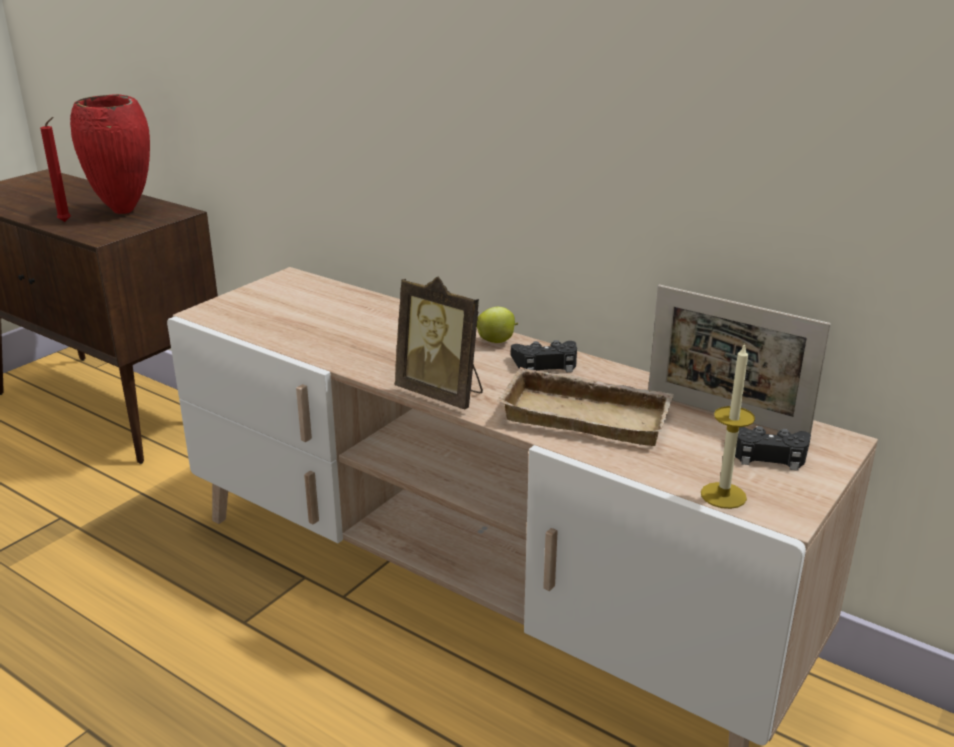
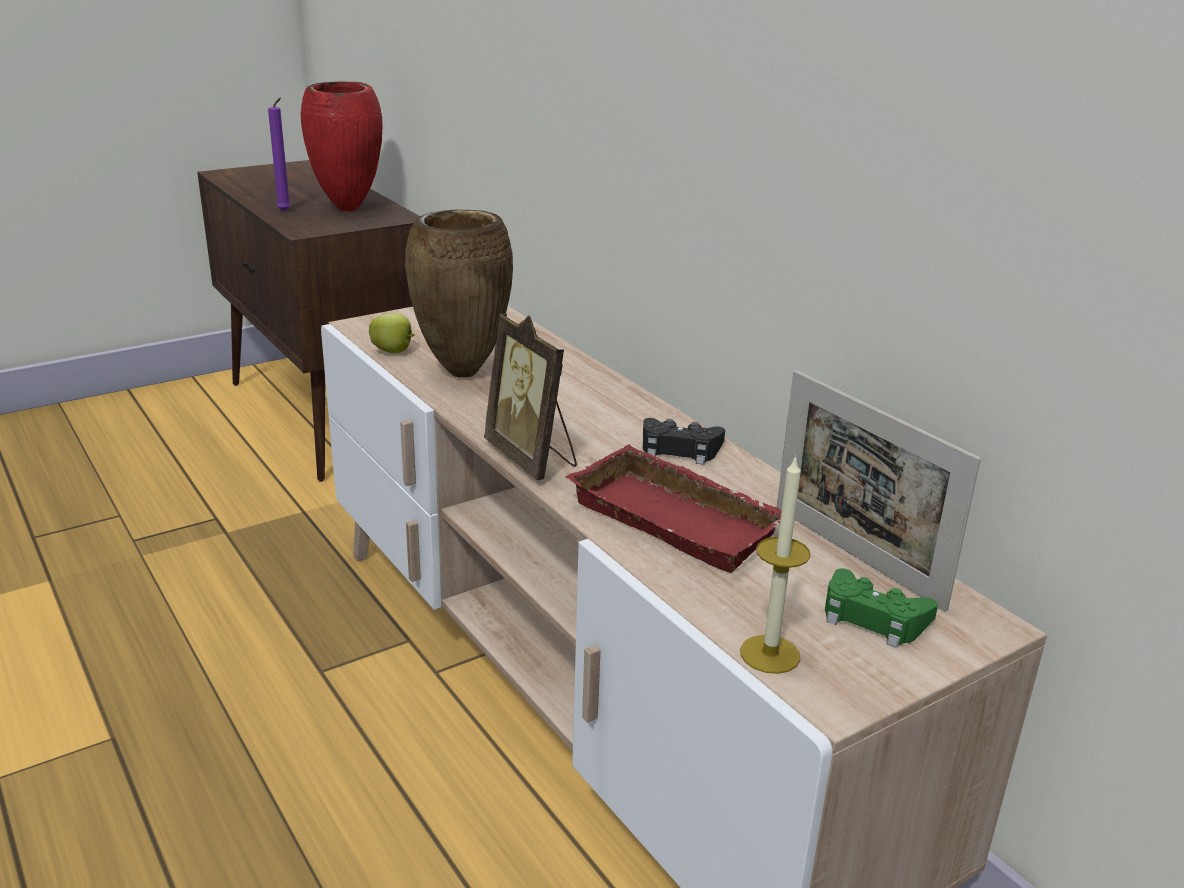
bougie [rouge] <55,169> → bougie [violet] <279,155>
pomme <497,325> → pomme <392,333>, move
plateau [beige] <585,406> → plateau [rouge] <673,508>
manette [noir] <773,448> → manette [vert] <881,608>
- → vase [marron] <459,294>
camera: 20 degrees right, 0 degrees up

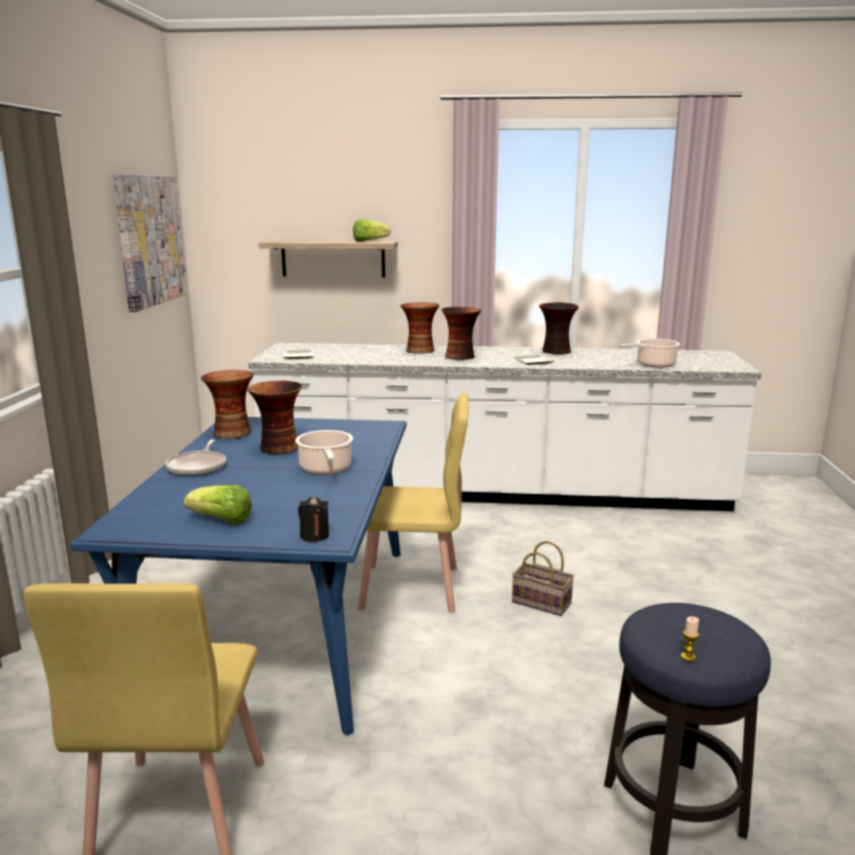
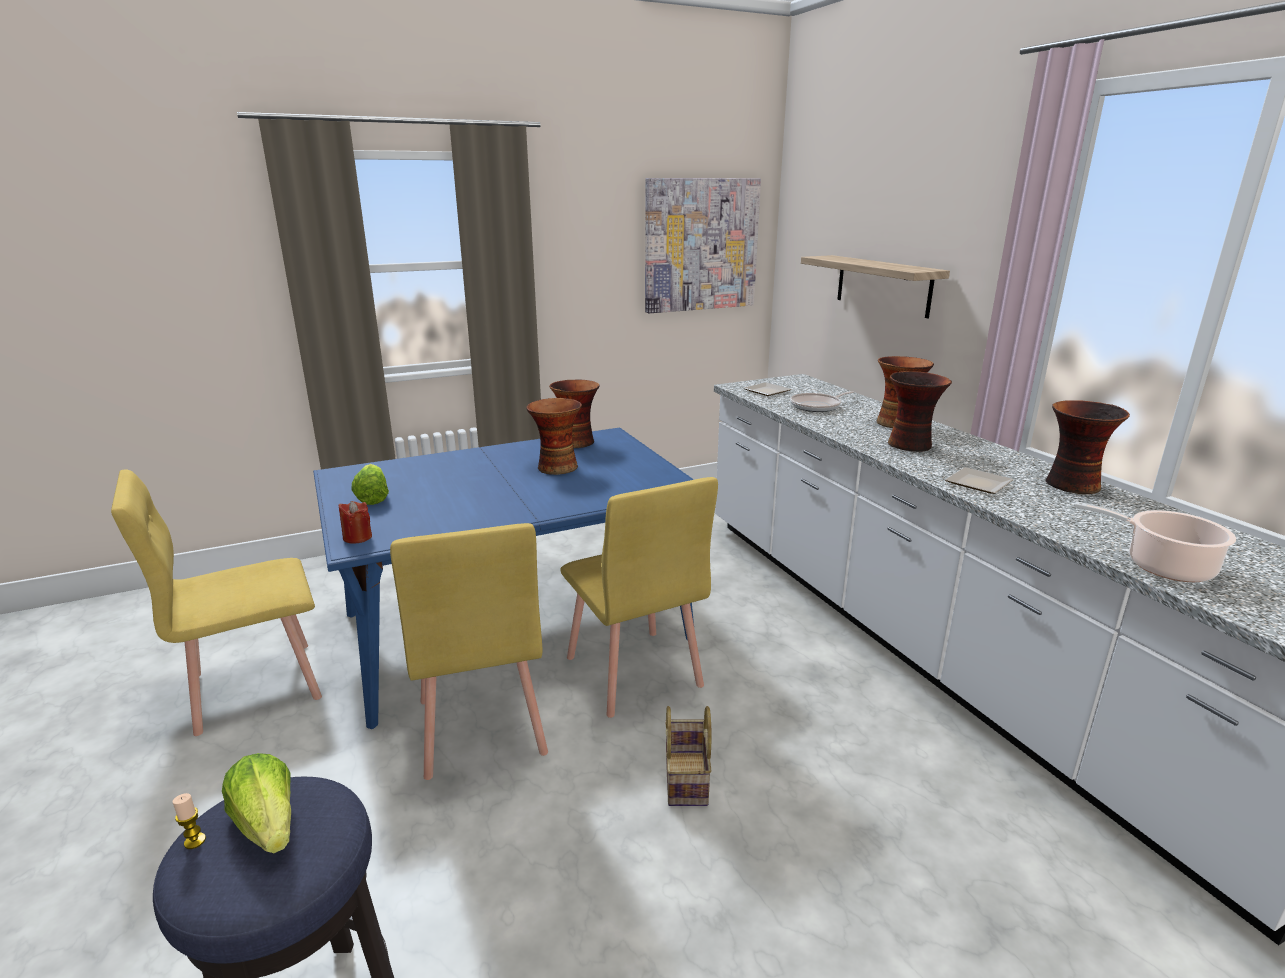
poêle <196,457> → poêle <822,401>, move
marmite <324,452> → -
bougie [noir] <313,519> → bougie [rouge] <355,522>
laitue <372,230> → laitue <256,803>, move
- → chaise [jaune] <469,651>
camera: 60 degrees right, 5 degrees up

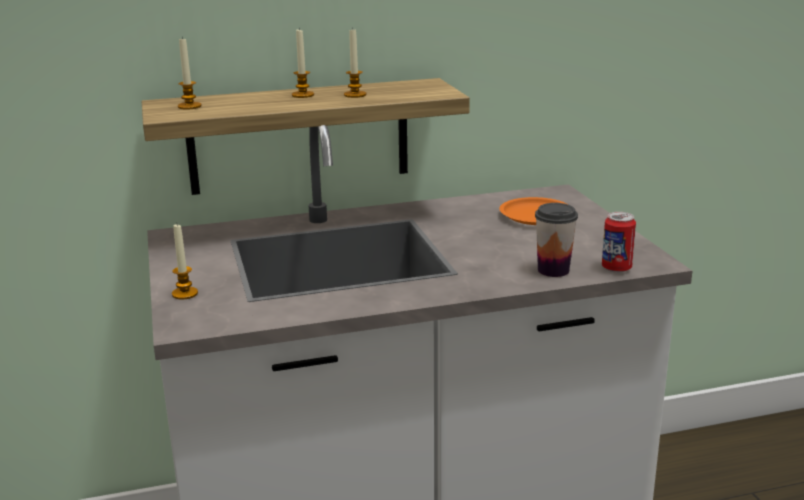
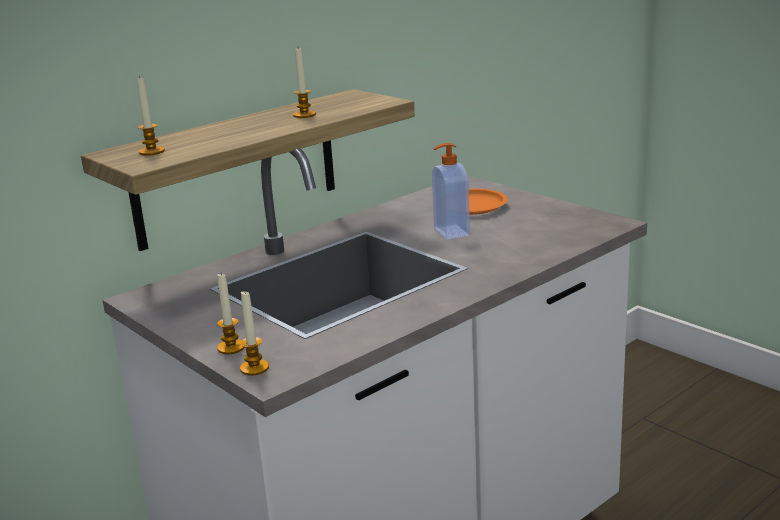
bougie <303,63> → bougie <254,333>, move
tasse <556,240> → -
boîte métallique <619,242> → -
- → distributeur de savon <451,191>
camera: 25 degrees left, 0 degrees up

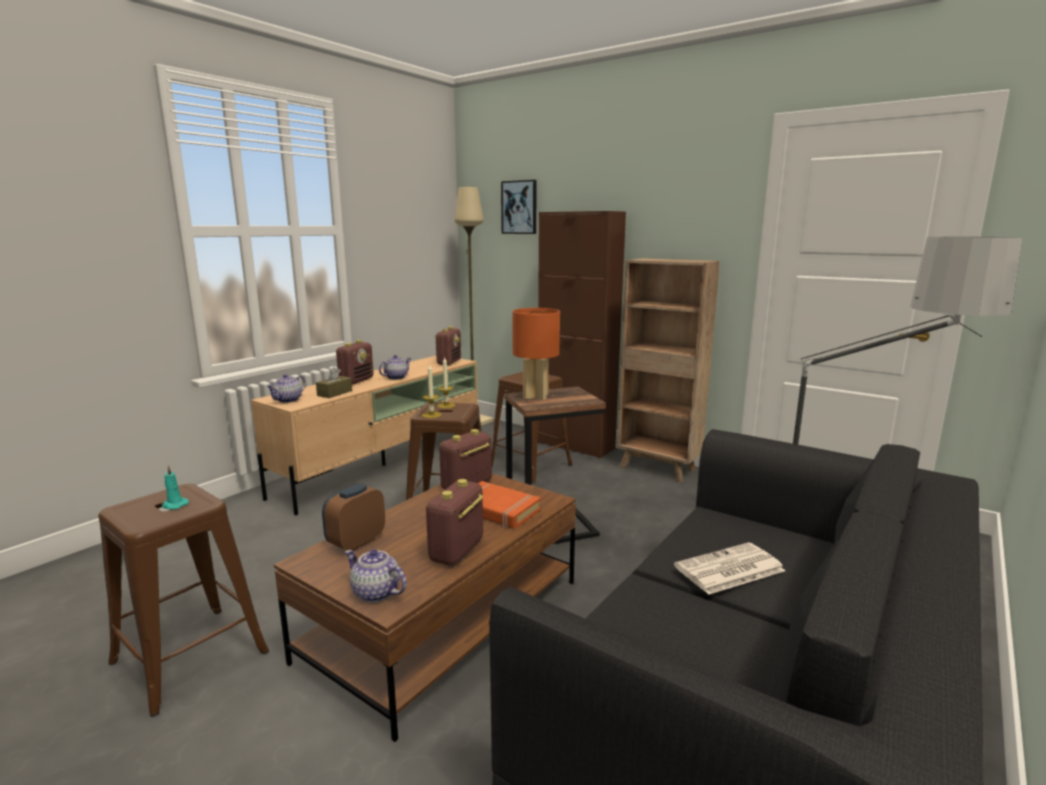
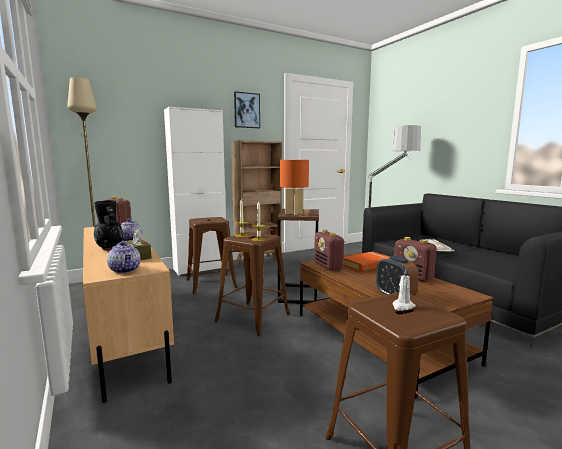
bougie [turquoise] <175,487> → bougie [blanc] <404,290>
radio <355,362> → vase [noir] <108,225>
théière <376,575> → -
tableau <519,207> → tableau <247,109>, move
meuble de rangement [marron] <582,334> → meuble de rangement [blanc] <195,191>
camera: 65 degrees left, 5 degrees down

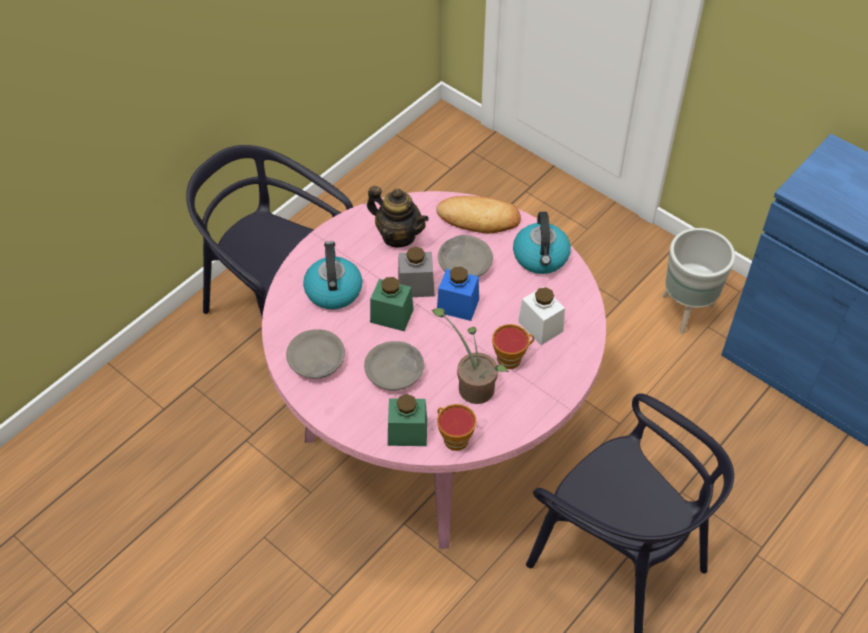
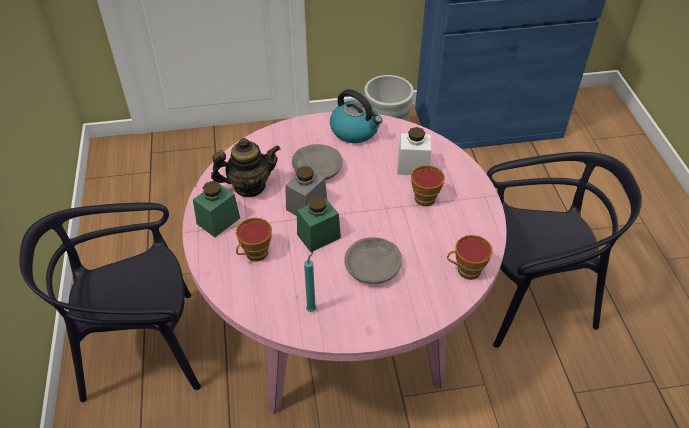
bol [gris] <315,354> → bougie [turquoise] <310,281>
bouilloire <332,275> → tasse <254,240>
bocal [vert] <407,420> → bocal [vert] <216,209>, move
plante en pot <470,356> → -
pain <478,214> → -
bocal [bleu] <458,294> → -
camera: 50 degrees left, 5 degrees down

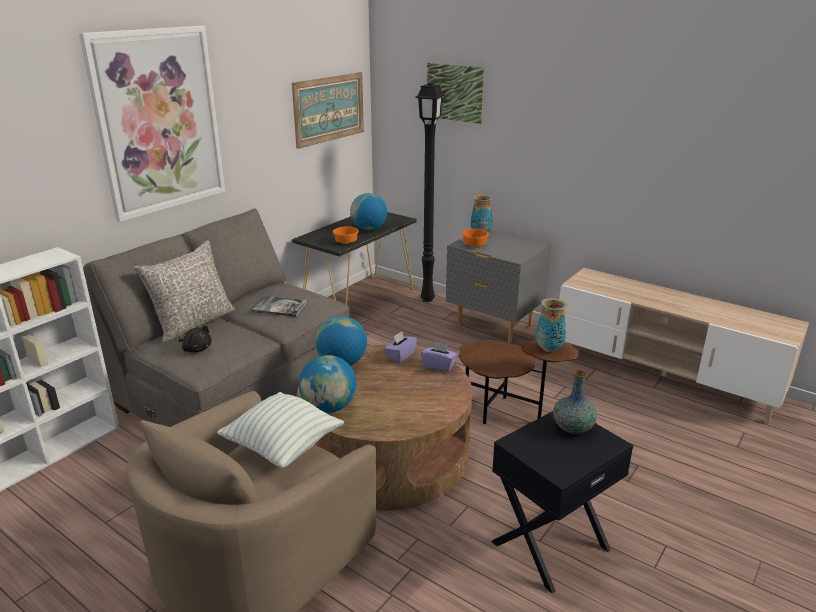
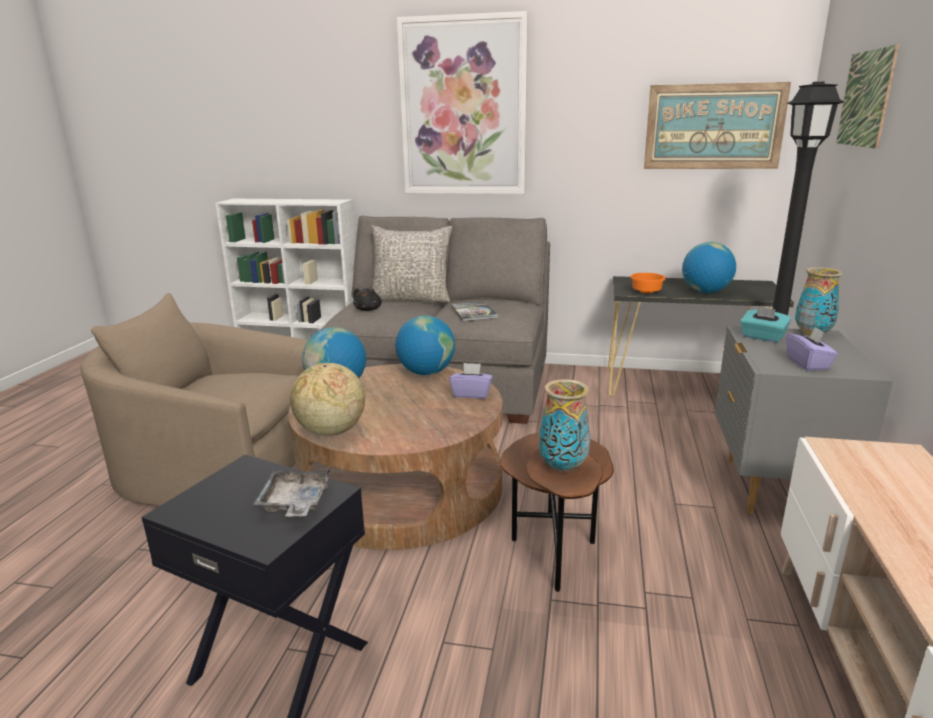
coussin <280,430> → -
boîte à mouchoirs [violet] <439,356> → boîte à mouchoirs [violet] <812,348>, move
bol [orange] <475,238> → boîte à mouchoirs [turquoise] <766,324>
vase <575,402> → plateau [gris] <291,492>
- → globe <327,399>
camera: 65 degrees right, 5 degrees down

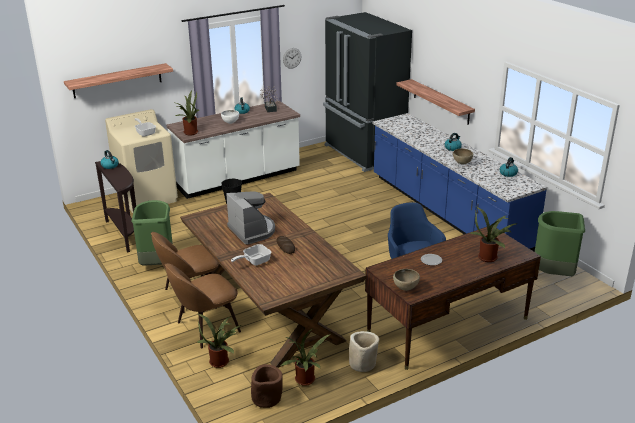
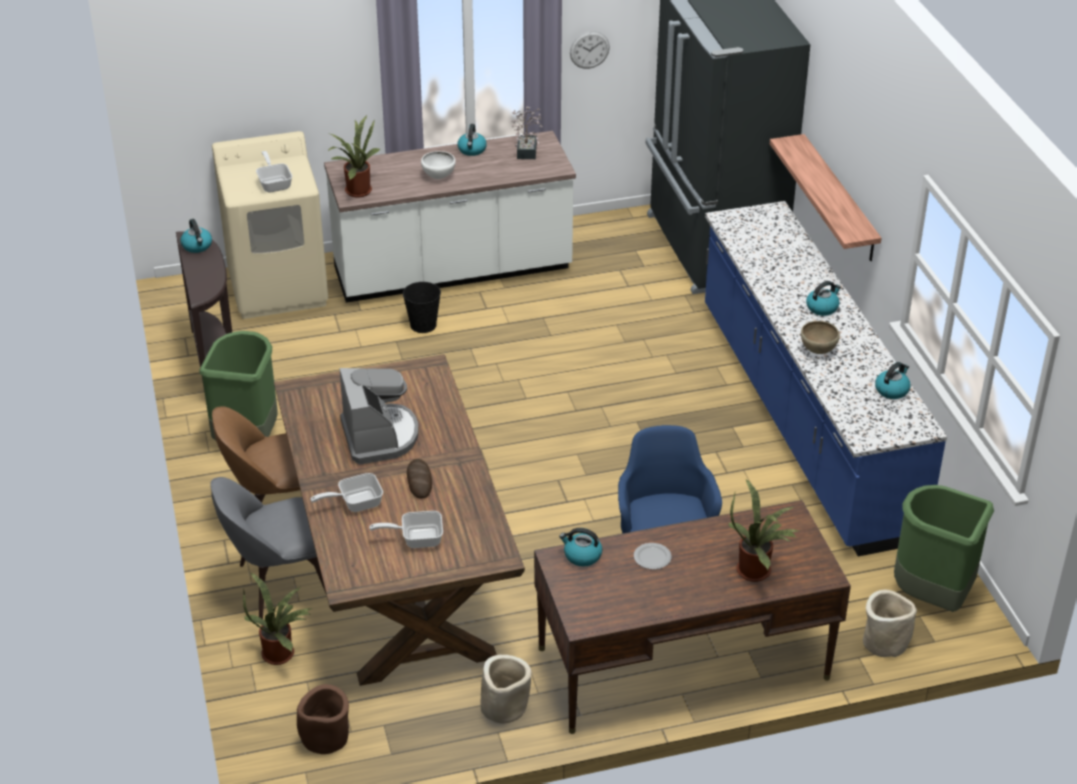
étagère <118,80> → -
chaise [marron] <203,305> → chaise [gris] <268,548>
plante en pot <305,357> → -
bol [marron] <406,280> → -
- → poêle <406,529>
- → bouilloire <580,547>
- → cache-pot [beige] <890,623>
camera: 15 degrees right, 10 degrees up

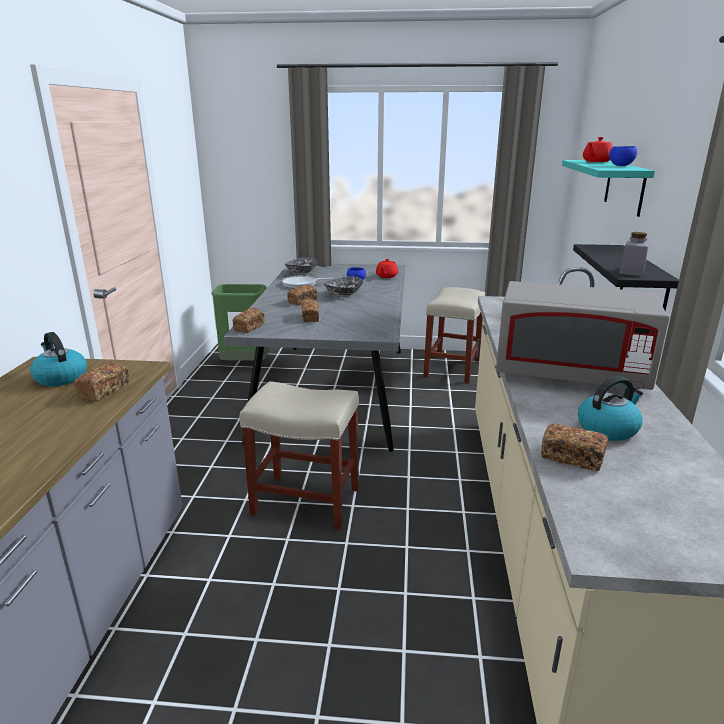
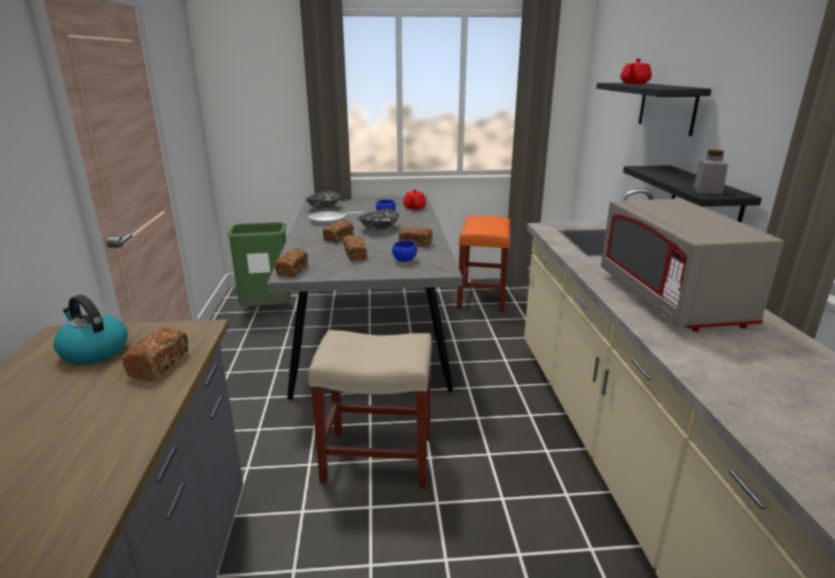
tabouret [beige] <454,335> → tabouret [orange] <484,264>
micro-ondes [gris] <583,335> → micro-ondes [gris] <692,265>, 75 degrees clockwise
pain <574,447> → pain <415,237>, move
étagère [turquoise] <608,188> → étagère [noir] <653,109>
bouilloire <610,408> → -
bol [bleu] <623,156> → bol [bleu] <404,251>, move
camera: 10 degrees left, 0 degrees up

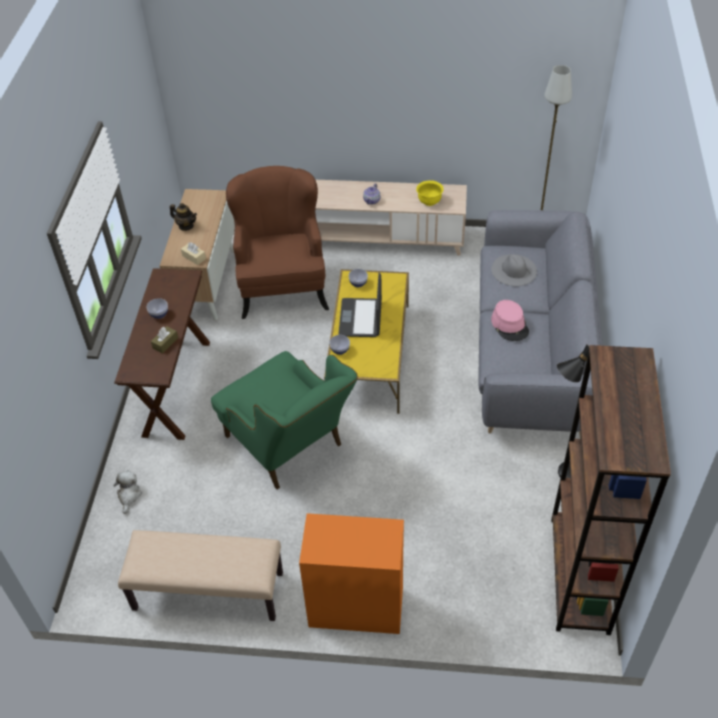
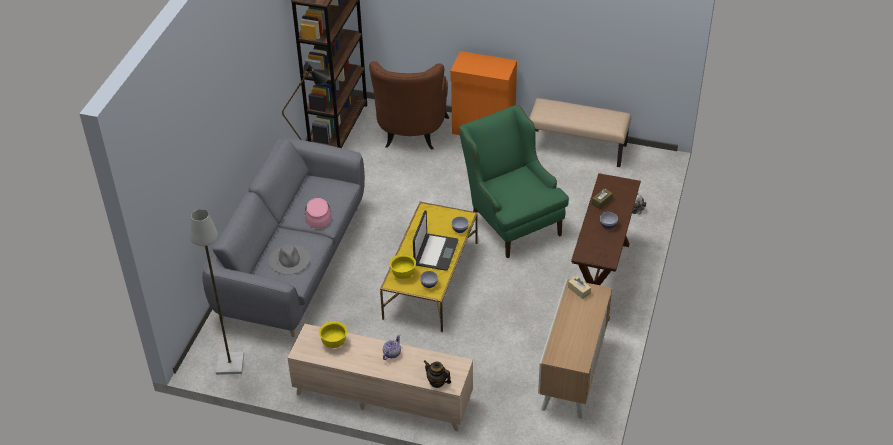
théière <183,217> → théière <437,374>, move
fauteuil [marron] <277,242> → fauteuil [marron] <409,105>, move
- → bol [jaune] <403,266>
camera: 170 degrees left, 5 degrees down

